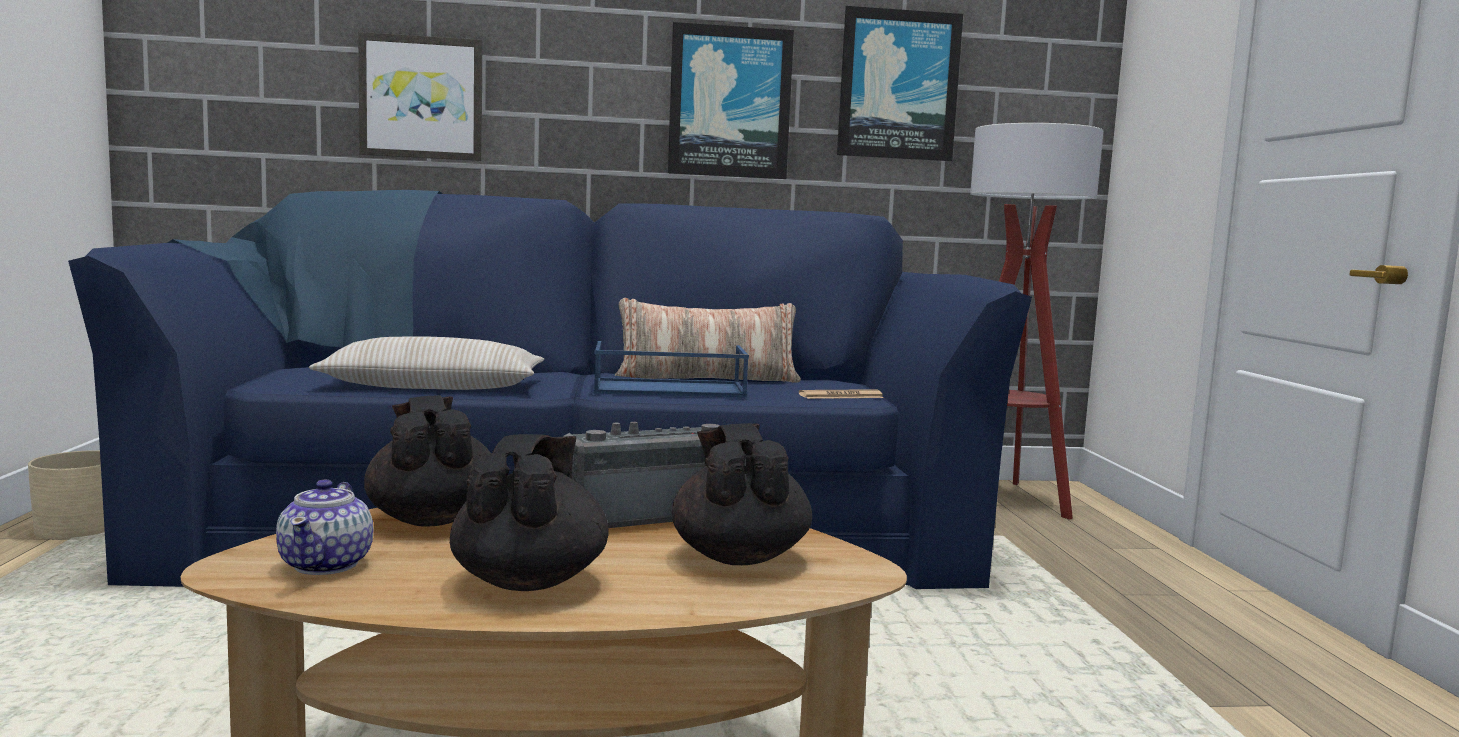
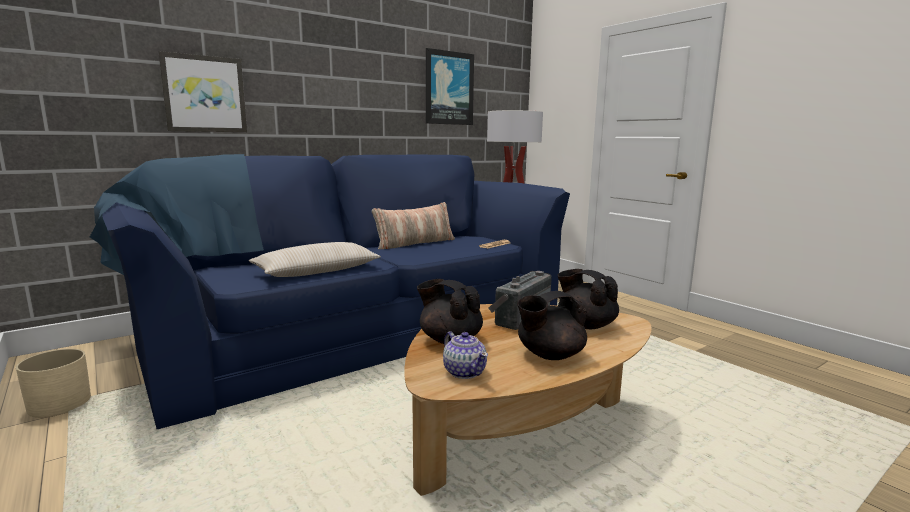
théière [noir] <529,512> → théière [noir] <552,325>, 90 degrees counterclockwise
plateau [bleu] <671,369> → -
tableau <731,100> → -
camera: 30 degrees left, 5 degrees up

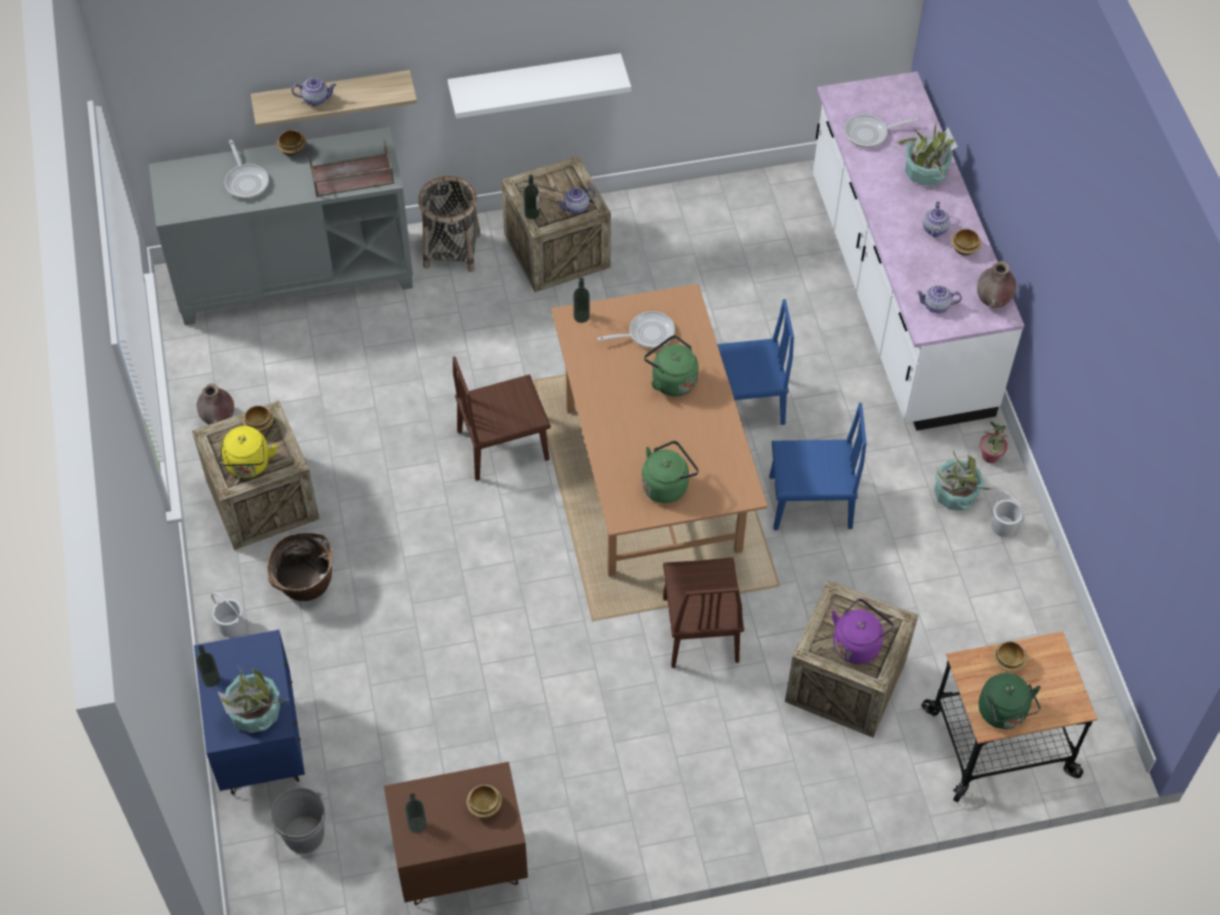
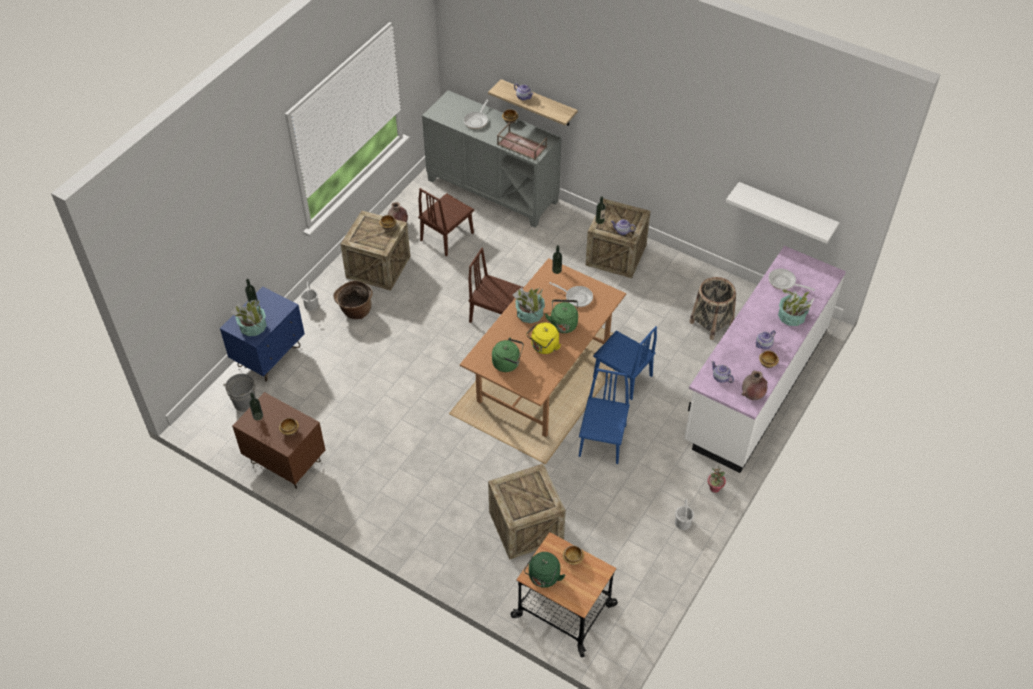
bouilloire [jaune] <248,452> → bouilloire [jaune] <543,338>, move
panier <449,224> → panier <712,308>, move
étagère [blanc] <539,85> → étagère [blanc] <783,213>, move
chaise [marron] <703,612> → chaise [marron] <446,222>, move
chaise [bleu] <818,466> → chaise [bleu] <604,416>, 120 degrees counterclockwise
bouilloire [violet] <863,631> → -
plante en pot <964,480> → plante en pot <529,305>, move
camera: 45 degrees right, 5 degrees down

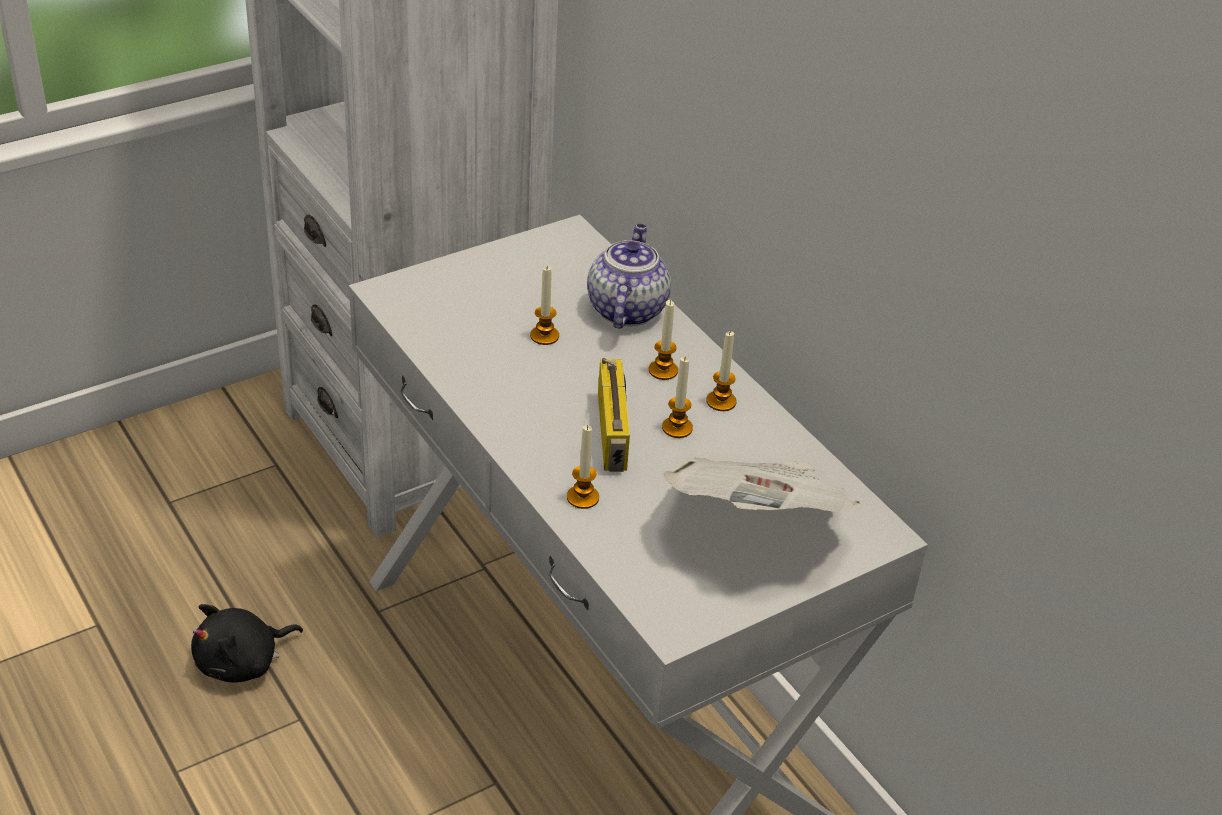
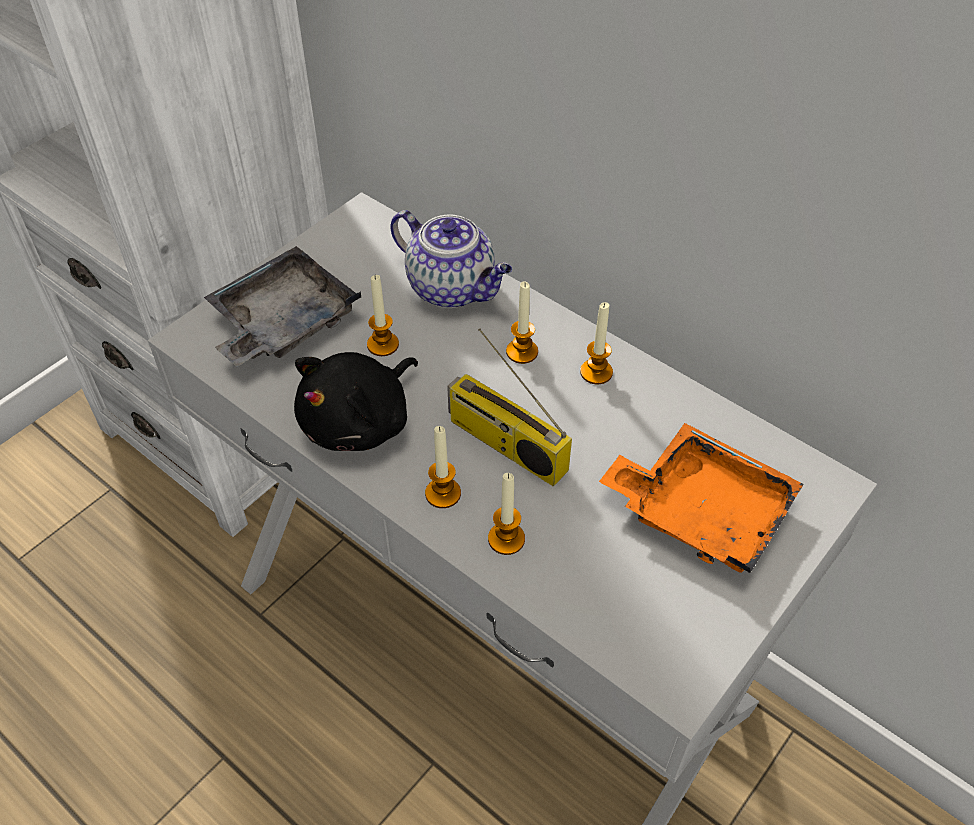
peluche [noir] <247,643> → peluche [noir] <356,401>, move
théière <629,276> → théière <451,259>, 135 degrees clockwise
radio <614,415> → radio <509,407>, 150 degrees clockwise
bougie <677,397> → bougie <443,467>, move
journal <762,484> → plateau [orange] <701,498>
- → plateau [gris] <282,306>
camera: 15 degrees left, 10 degrees up

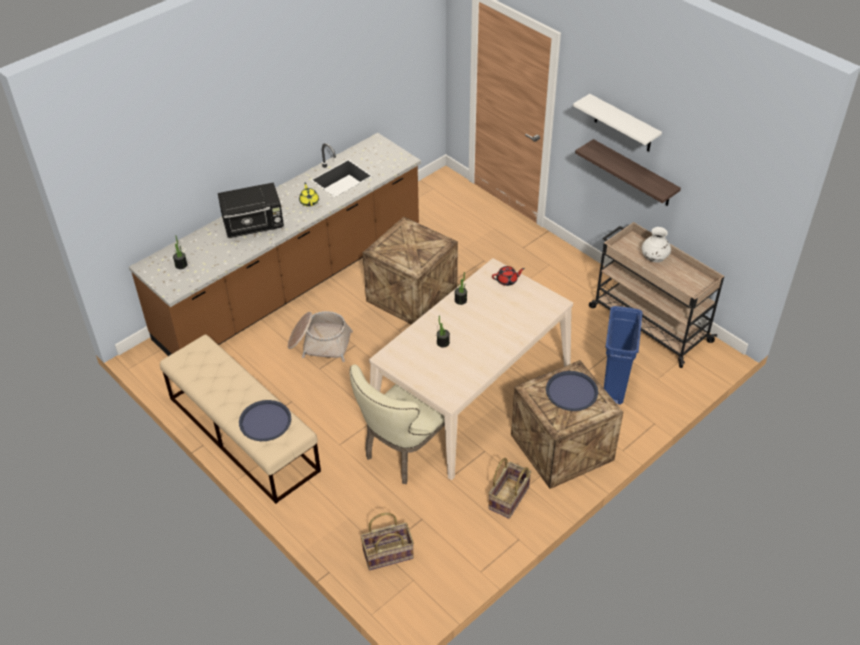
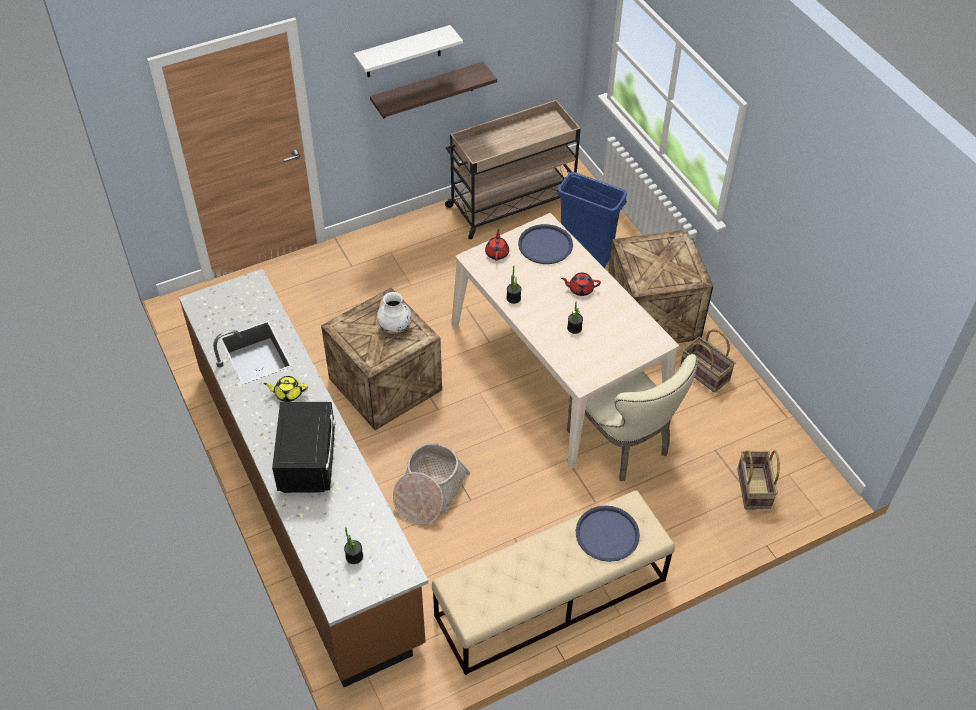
plateau [bleu] <572,391> → plateau [bleu] <545,244>, move
vase [blanc] <656,245> → vase [blanc] <394,313>, move
- → théière [rouge] <581,284>
camera: 75 degrees left, 5 degrees up

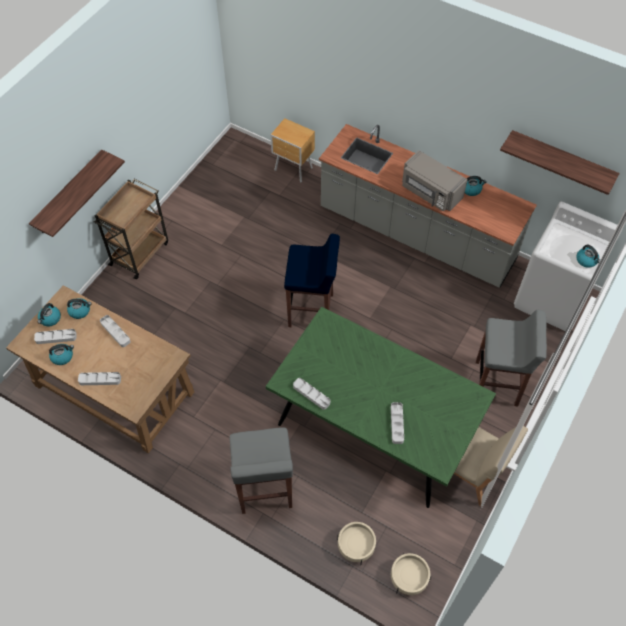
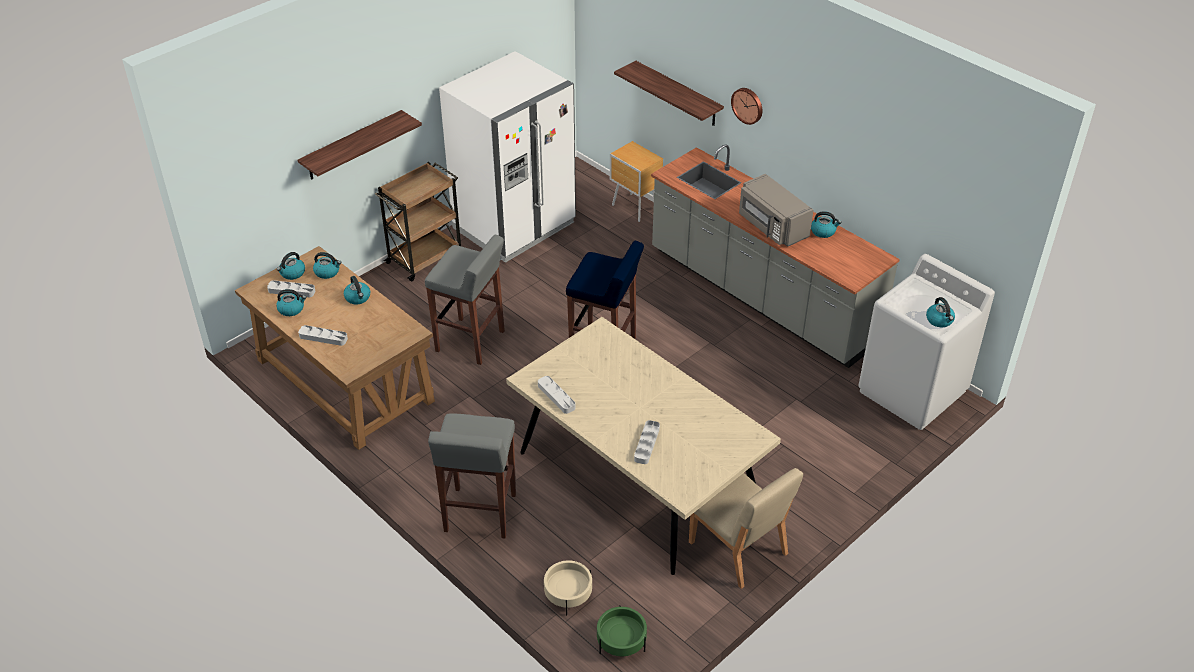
plateau [gris] <115,331> → bouilloire <357,290>
table à manger [vert] <381,407> → table à manger [beige] <643,446>
cache-pot [beige] <411,574> → cache-pot [vert] <622,631>
tabouret [gris] <511,358> → tabouret [gris] <465,300>, move
étagère <560,162> → étagère <669,93>, move
- → réfrigérateur [blanc] <507,157>
- → horloge murale <746,106>
camera: 15 degrees right, 15 degrees down

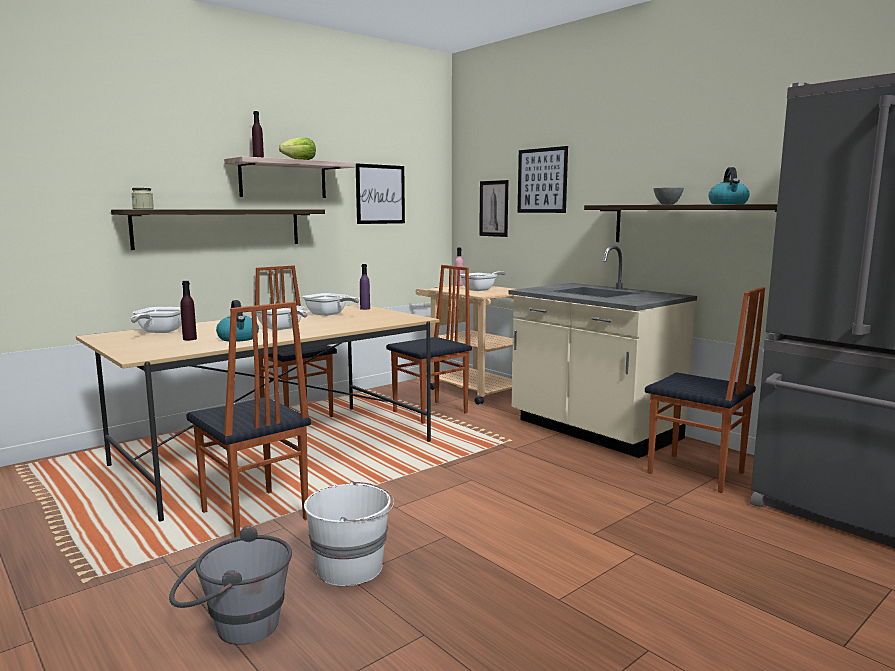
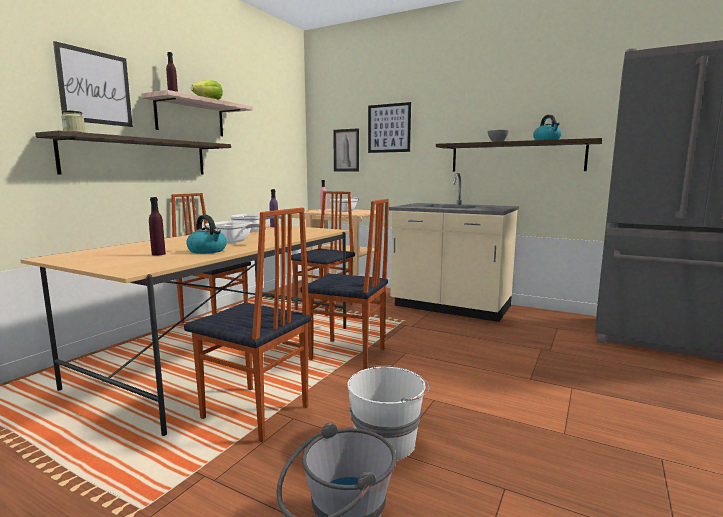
poêle <156,320> → -
tableau <380,193> → tableau <93,84>, move
chaise <705,390> → chaise <344,284>, move
camera: 20 degrees left, 0 degrees up

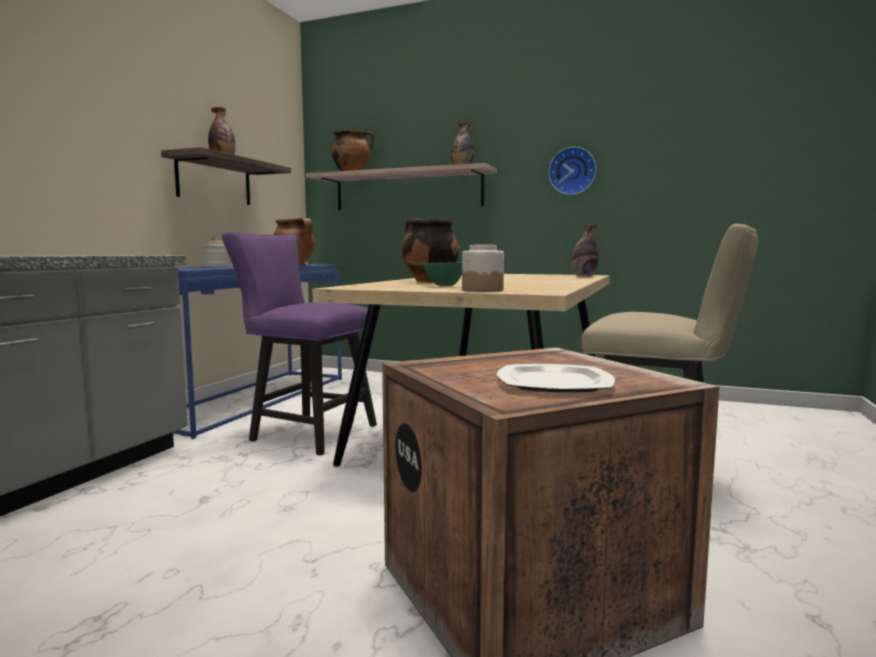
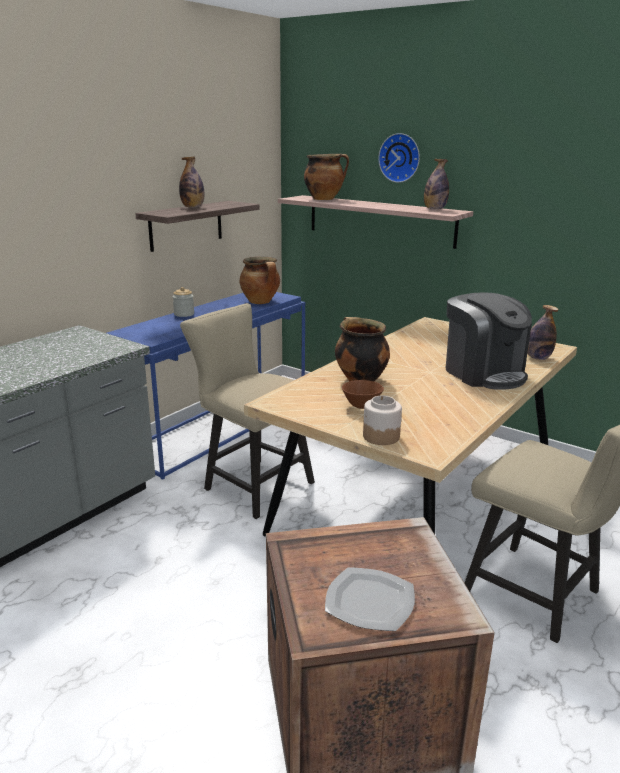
chaise [violet] <299,343> → chaise [beige] <247,411>
bol [vert] <442,274> → bol [marron] <363,394>
horloge murale <572,171> → horloge murale <399,158>, move
- → machine à café <489,341>
camera: 15 degrees right, 15 degrees up

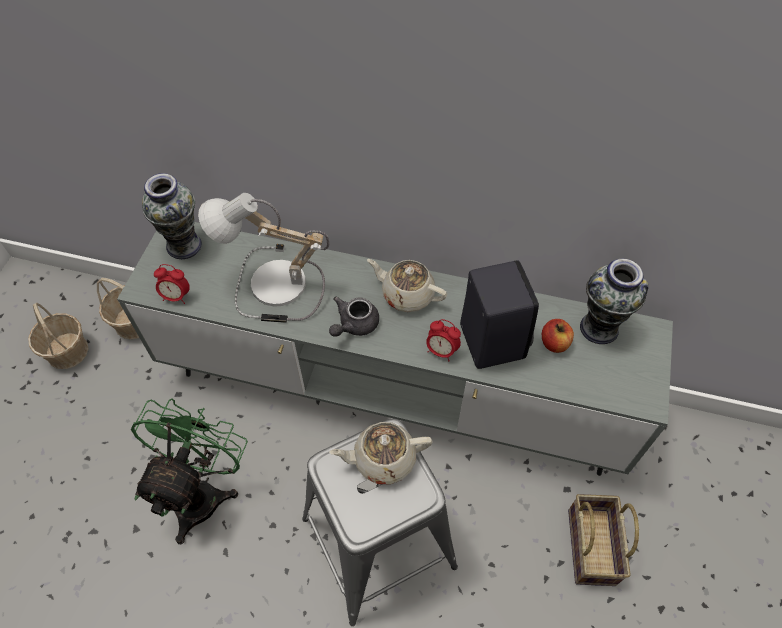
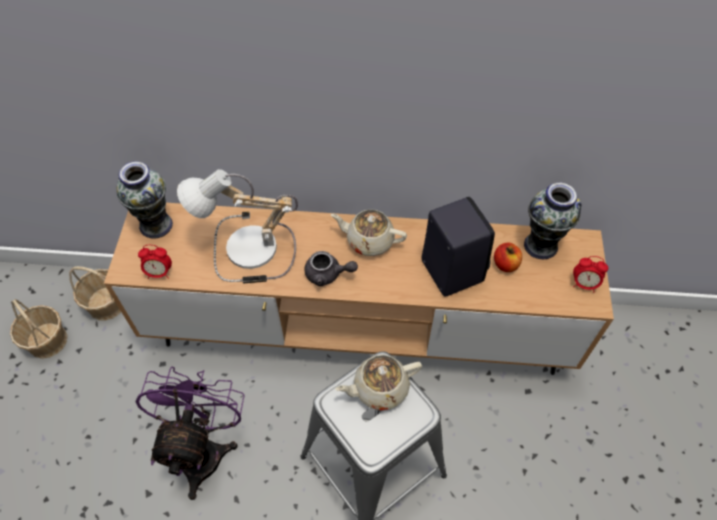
meuble télé [gris] <395,349> → meuble télé [marron] <359,289>
ventilateur [vert] <189,471> → ventilateur [violet] <190,433>
théière [gris] <354,317> → théière [gris] <331,268>, 105 degrees counterclockwise
réveil <443,340> → réveil <590,274>, move
panier <603,540> → -
camera: 10 degrees left, 0 degrees up

